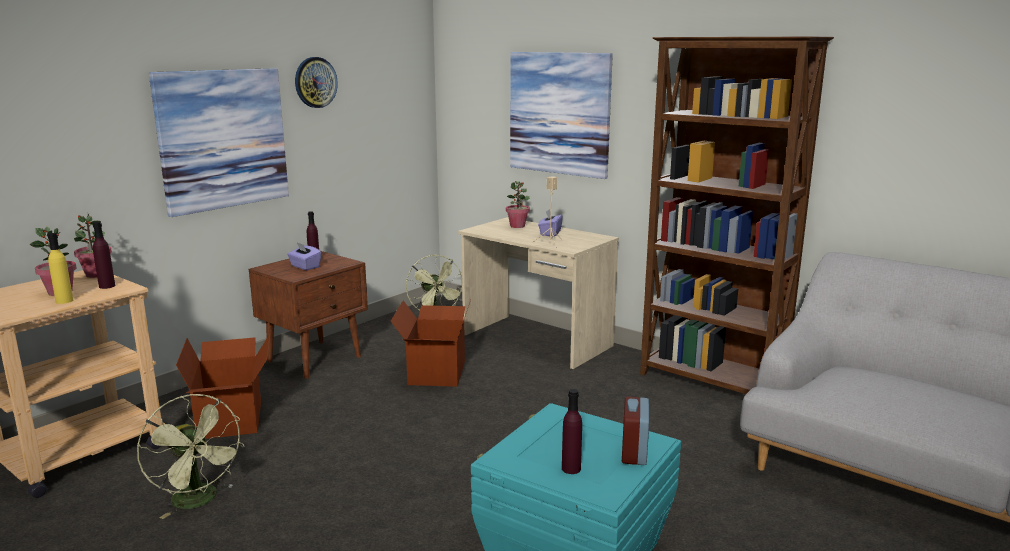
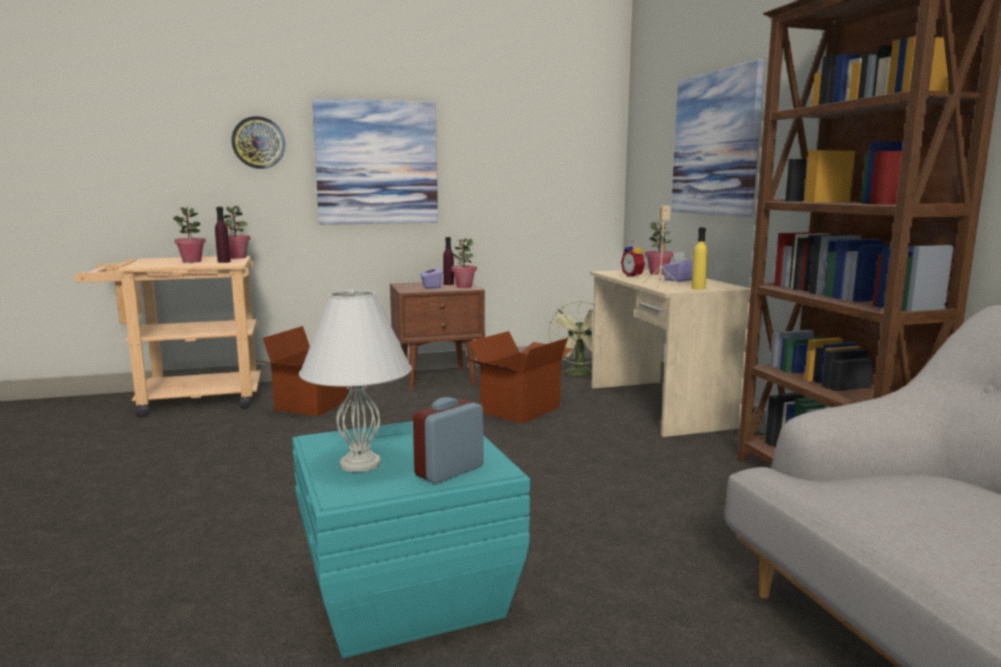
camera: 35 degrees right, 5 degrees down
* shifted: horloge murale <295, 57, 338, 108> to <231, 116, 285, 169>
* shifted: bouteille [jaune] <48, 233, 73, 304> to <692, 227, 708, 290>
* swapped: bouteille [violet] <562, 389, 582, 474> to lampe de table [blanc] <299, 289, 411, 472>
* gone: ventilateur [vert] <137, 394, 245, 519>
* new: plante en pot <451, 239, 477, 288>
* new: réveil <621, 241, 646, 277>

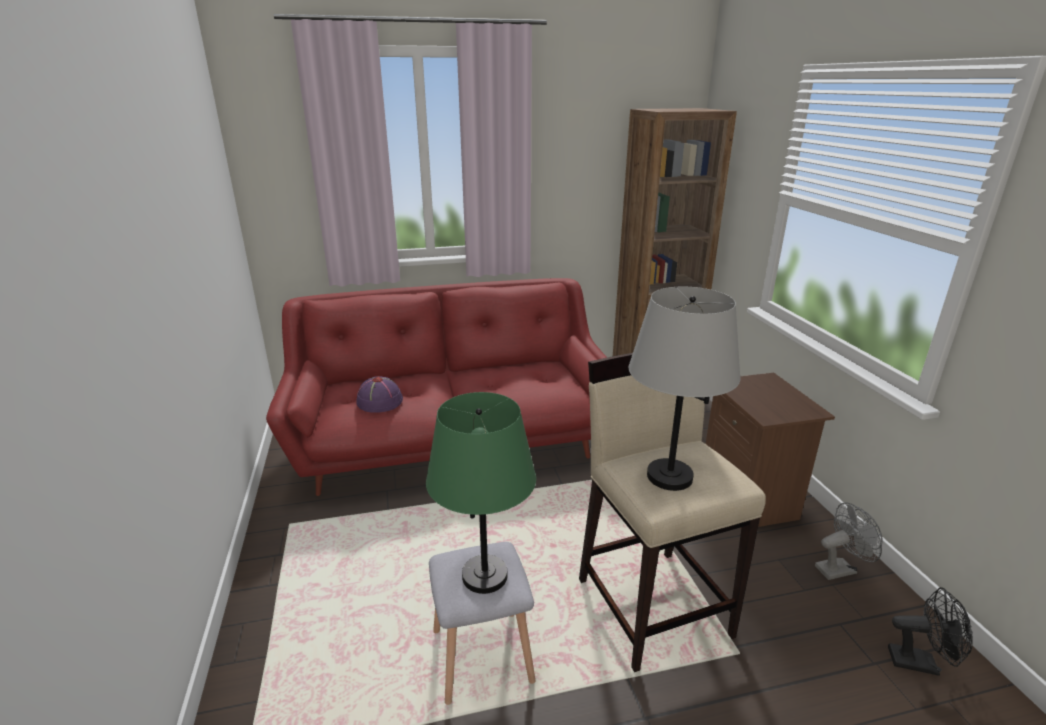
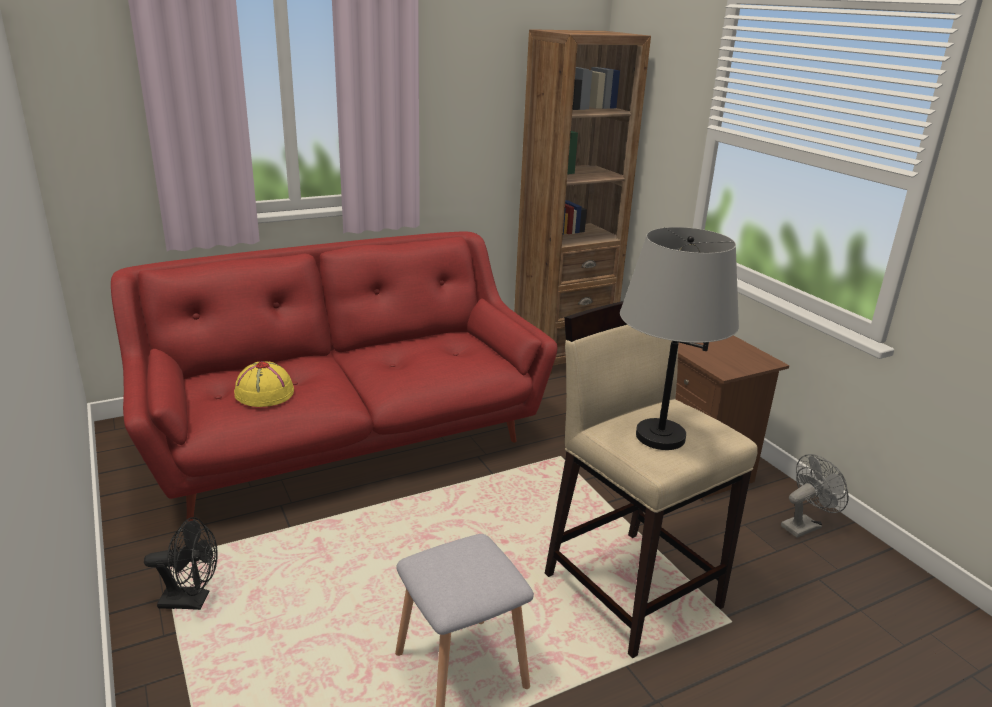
camera: 15 degrees left, 0 degrees up
* repainted: chapeau [violet] <356, 376, 403, 413> to chapeau [jaune] <234, 361, 294, 407>
* gone: lampe de table [vert] <426, 392, 536, 594>
* shifted: ventilateur [noir] <888, 587, 973, 676> to <144, 517, 218, 610>

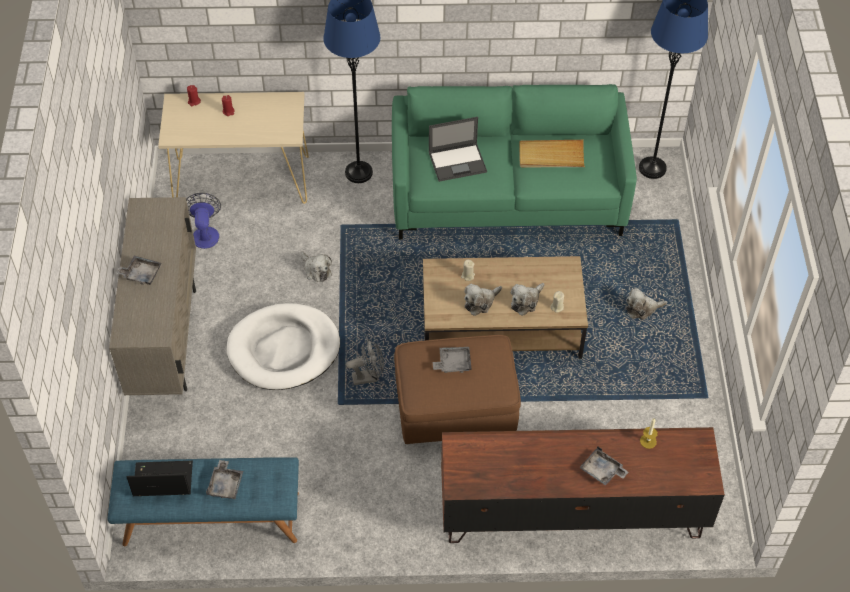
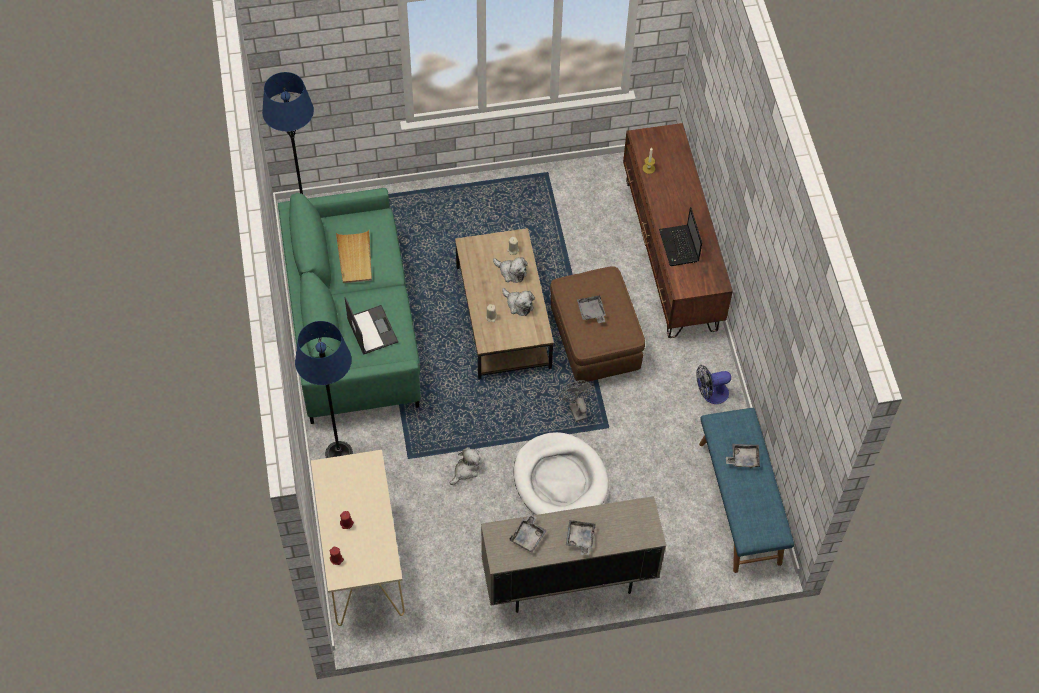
camera: 100 degrees left, 5 degrees up
* shifted: ventilateur <186, 193, 221, 249> to <696, 365, 731, 404>
* gone: peluche <626, 288, 667, 320>
* shifted: plateau [gris] <579, 447, 629, 486> to <510, 514, 547, 553>
* shifted: ordinateur portable <127, 461, 193, 496> to <659, 207, 702, 266>

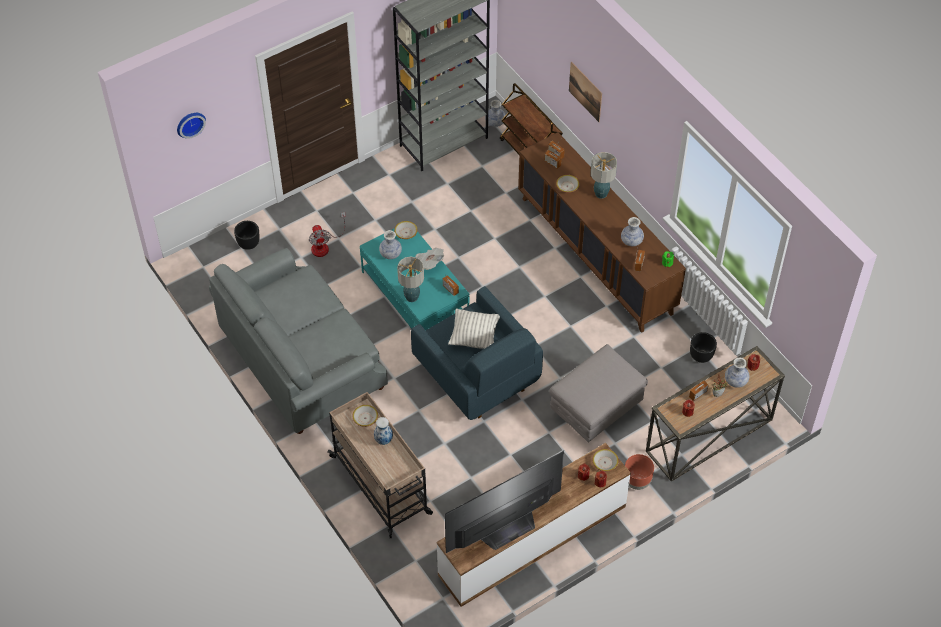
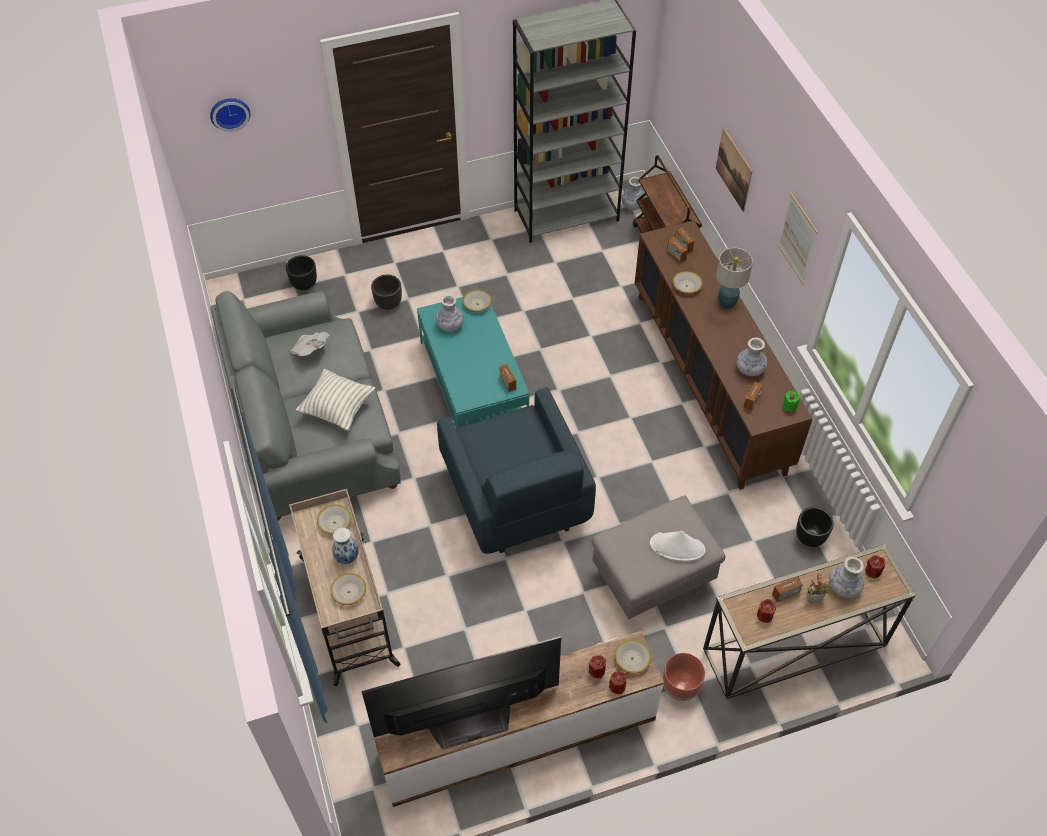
camera: 15 degrees right, 0 degrees up
* swapped: ventilateur <309, 212, 345, 257> to cache-pot [noir] <371, 275, 402, 310>
* shifted: journal <416, 248, 444, 270> to <290, 331, 329, 356>
* gone: lampe de table <397, 257, 424, 302>
* shifted: coussin <448, 309, 500, 349> to <296, 369, 375, 431>
* new: tableau <777, 193, 818, 284>
* new: chapeau [blanc] <650, 531, 706, 562>
* new: bol <330, 573, 366, 605>

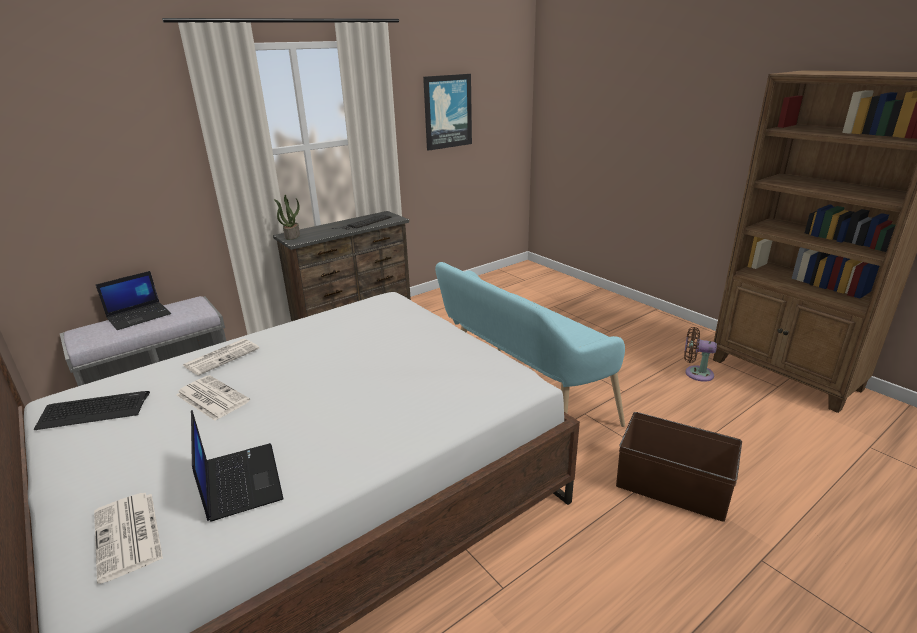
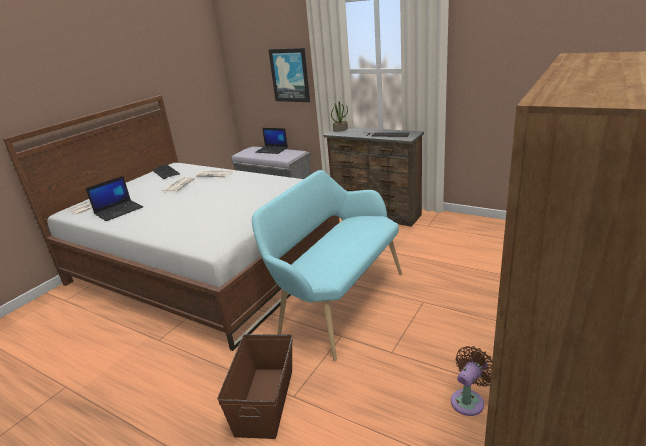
camera: 70 degrees right, 0 degrees up
* shifted: tableau <423, 74, 472, 151> to <269, 48, 310, 102>
* rotated: ventilateur [marron] <684, 327, 717, 382> = <451, 346, 492, 416> 45 degrees clockwise

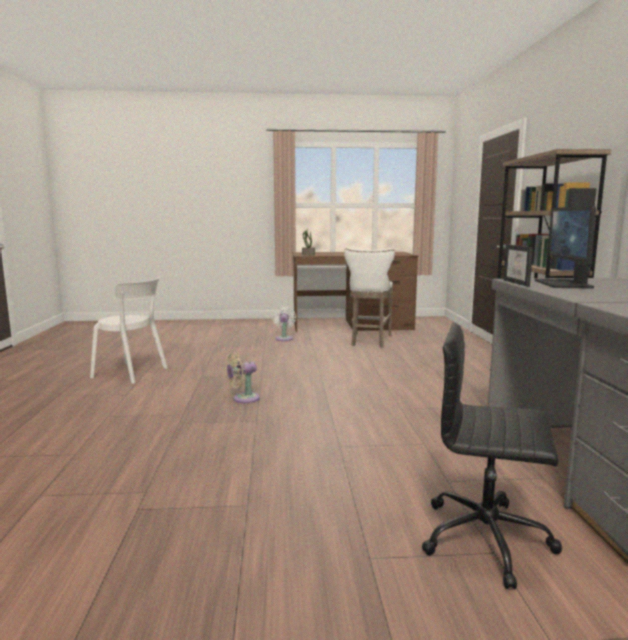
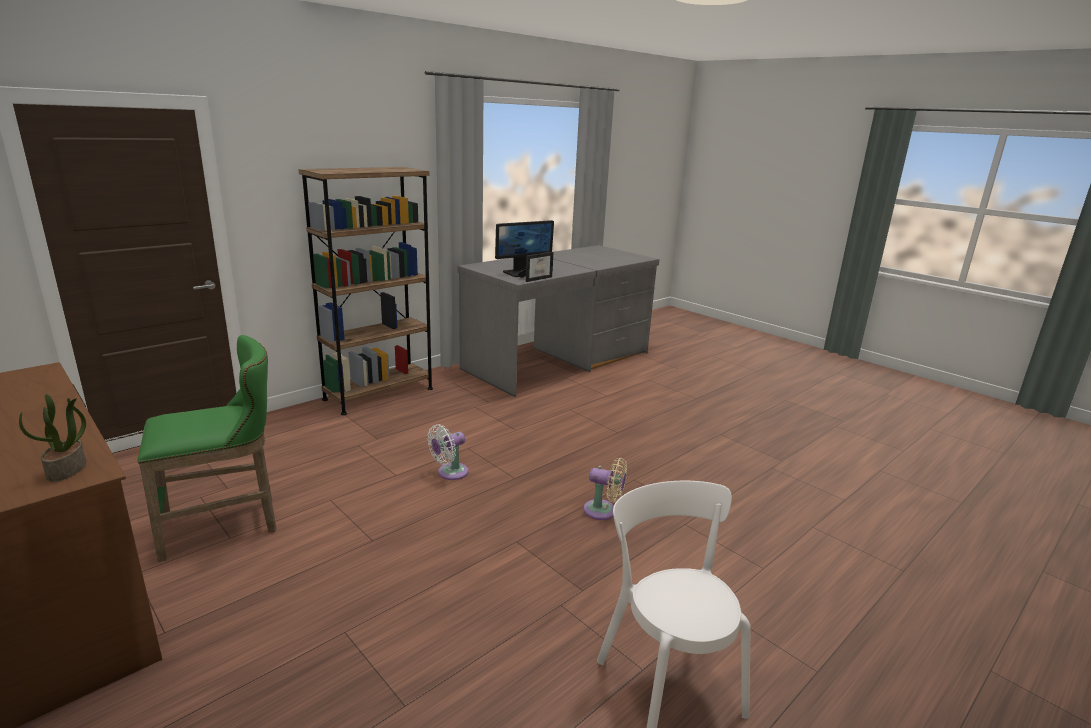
camera: 130 degrees left, 10 degrees up
* repainted: tabouret [blanc] <344, 248, 395, 347> to tabouret [vert] <137, 335, 277, 562>
* shifted: ventilateur [blanc] <272, 305, 296, 341> to <427, 424, 469, 480>
* gone: chaise de bureau [noir] <422, 322, 562, 589>

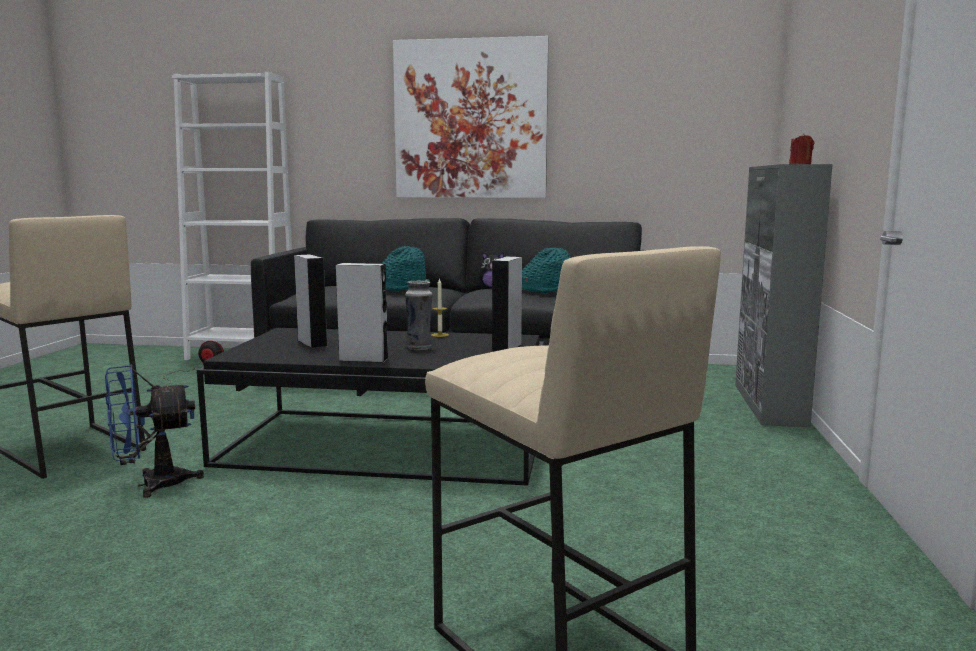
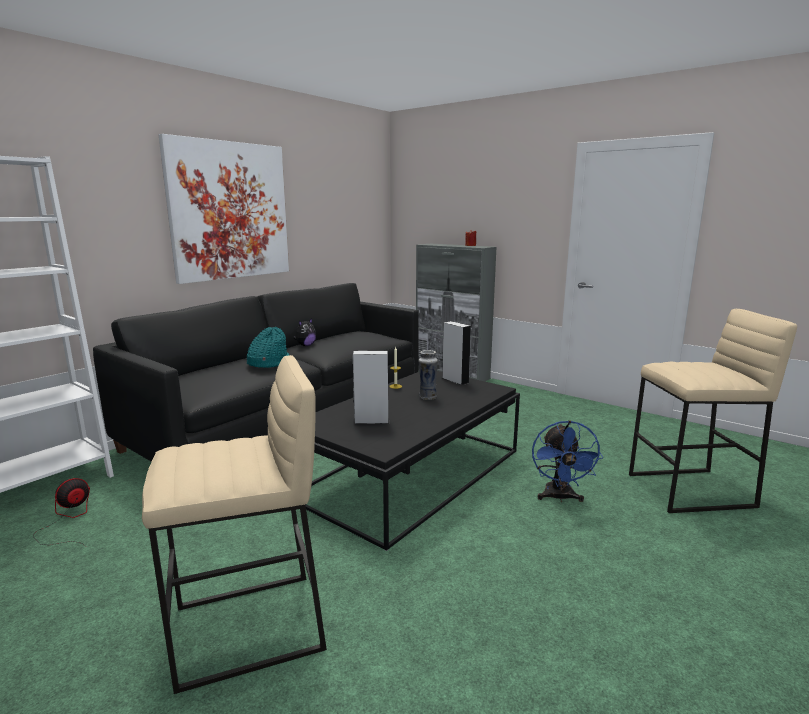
camera: 60 degrees left, 5 degrees up
* gone: chapeau [turquoise] <522, 248, 571, 293>
* gone: enceinte [gris] <336, 263, 389, 363>
* shifted: ventilateur [bleu] <105, 364, 204, 498> to <532, 420, 603, 502>

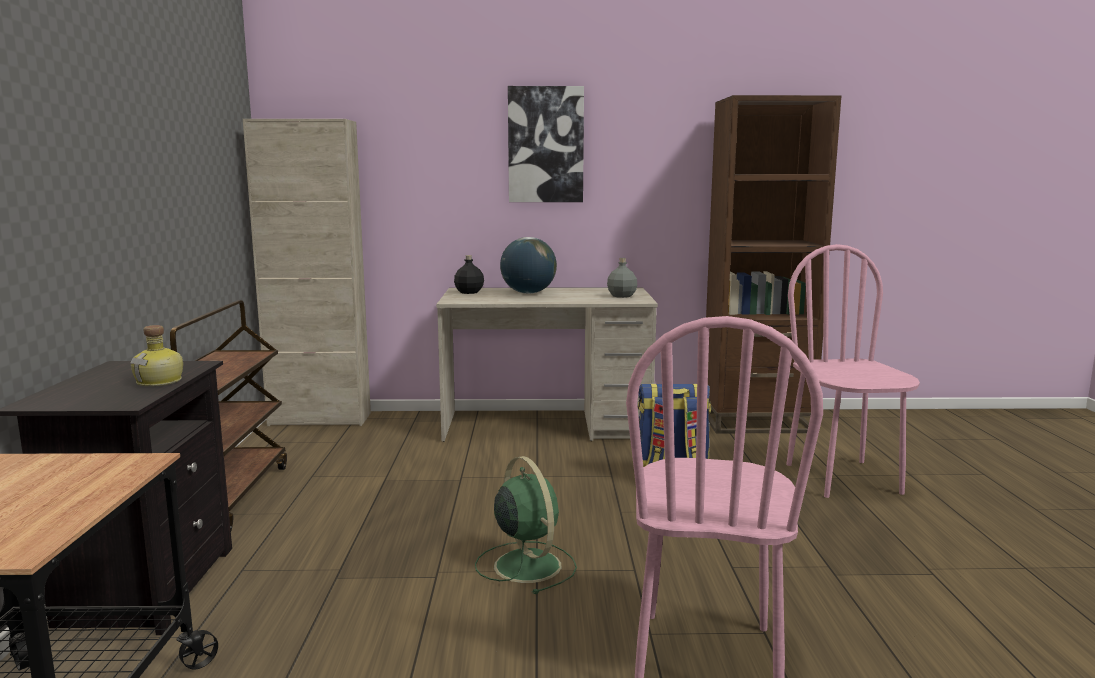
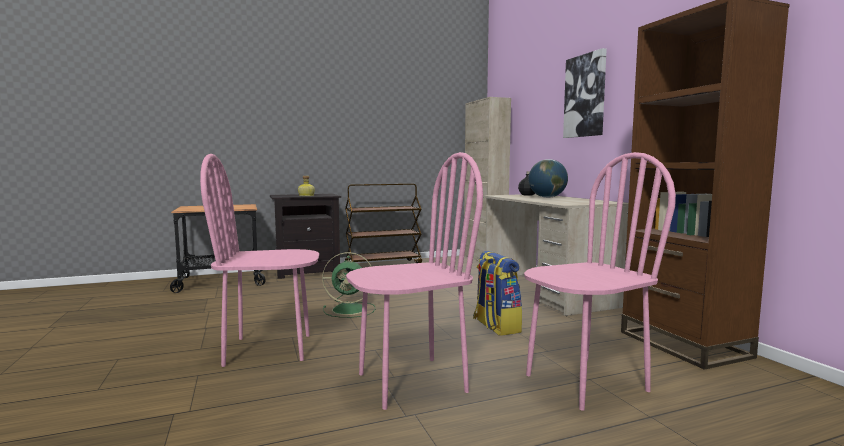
camera: 70 degrees right, 5 degrees down
* gone: bouteille [gris] <607, 258, 637, 298>
* rotated: ventilateur [vert] <475, 456, 577, 594> = <322, 252, 375, 318> 45 degrees clockwise
* new: chaise [rose] <346, 152, 483, 410>

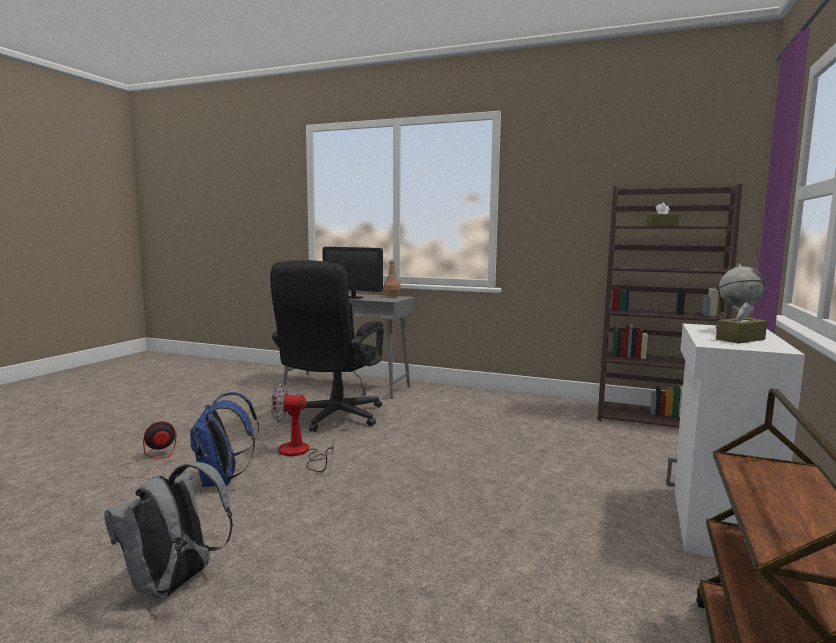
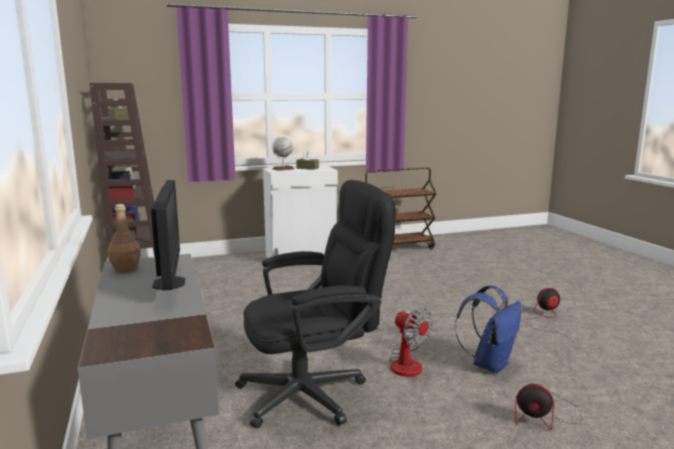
camera: 130 degrees left, 5 degrees up
* swapped: sac à dos [gris] <104, 462, 233, 599> to ventilateur <524, 288, 569, 338>

